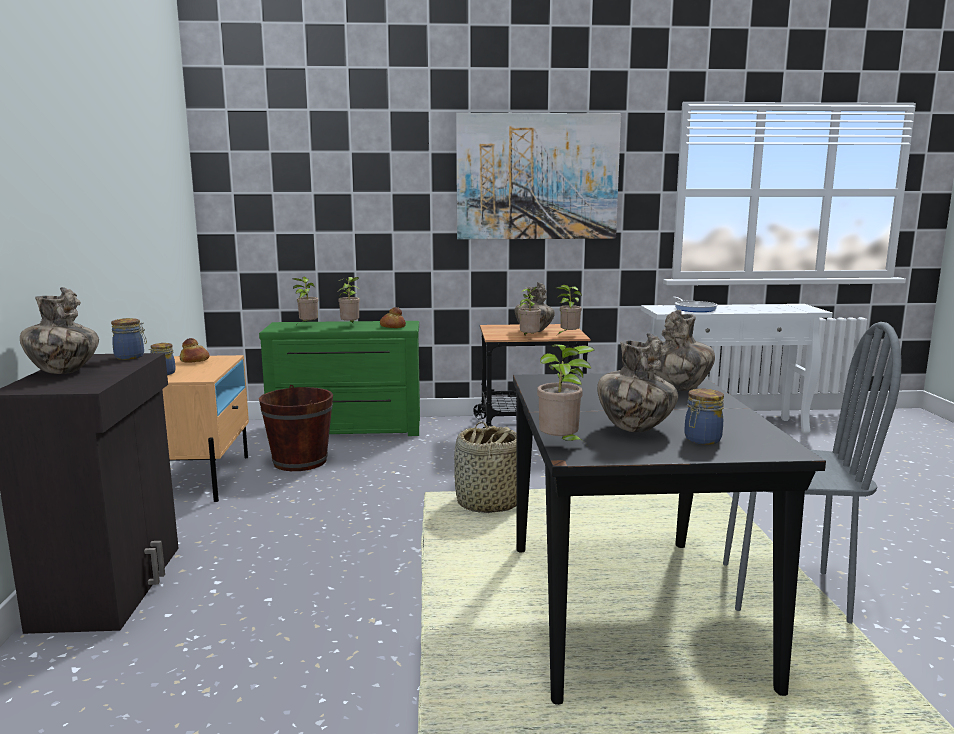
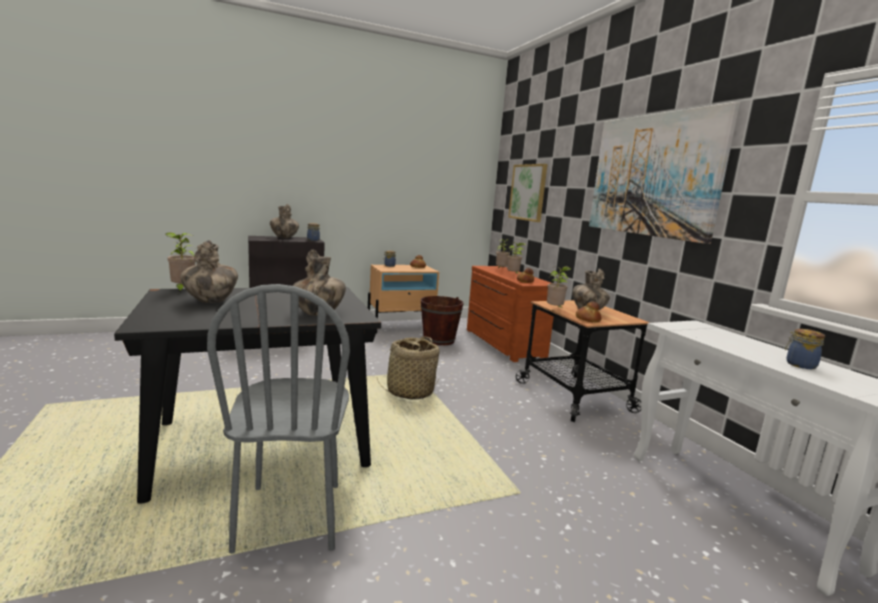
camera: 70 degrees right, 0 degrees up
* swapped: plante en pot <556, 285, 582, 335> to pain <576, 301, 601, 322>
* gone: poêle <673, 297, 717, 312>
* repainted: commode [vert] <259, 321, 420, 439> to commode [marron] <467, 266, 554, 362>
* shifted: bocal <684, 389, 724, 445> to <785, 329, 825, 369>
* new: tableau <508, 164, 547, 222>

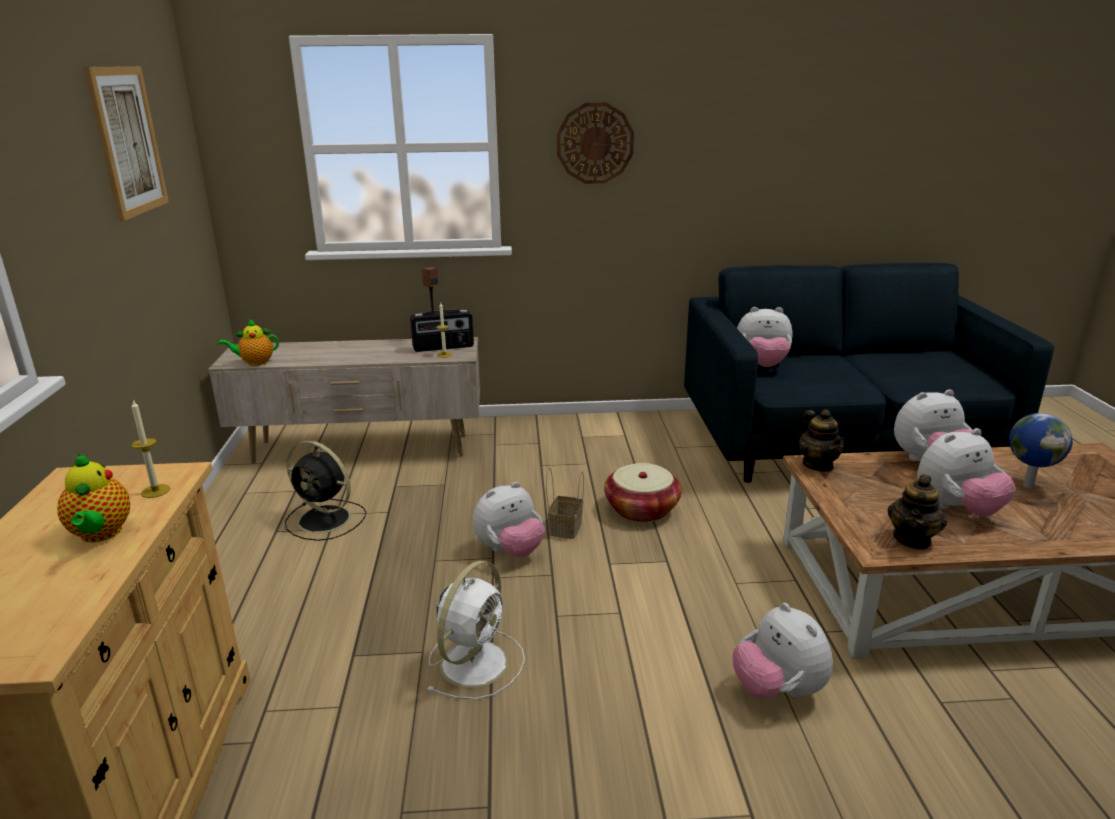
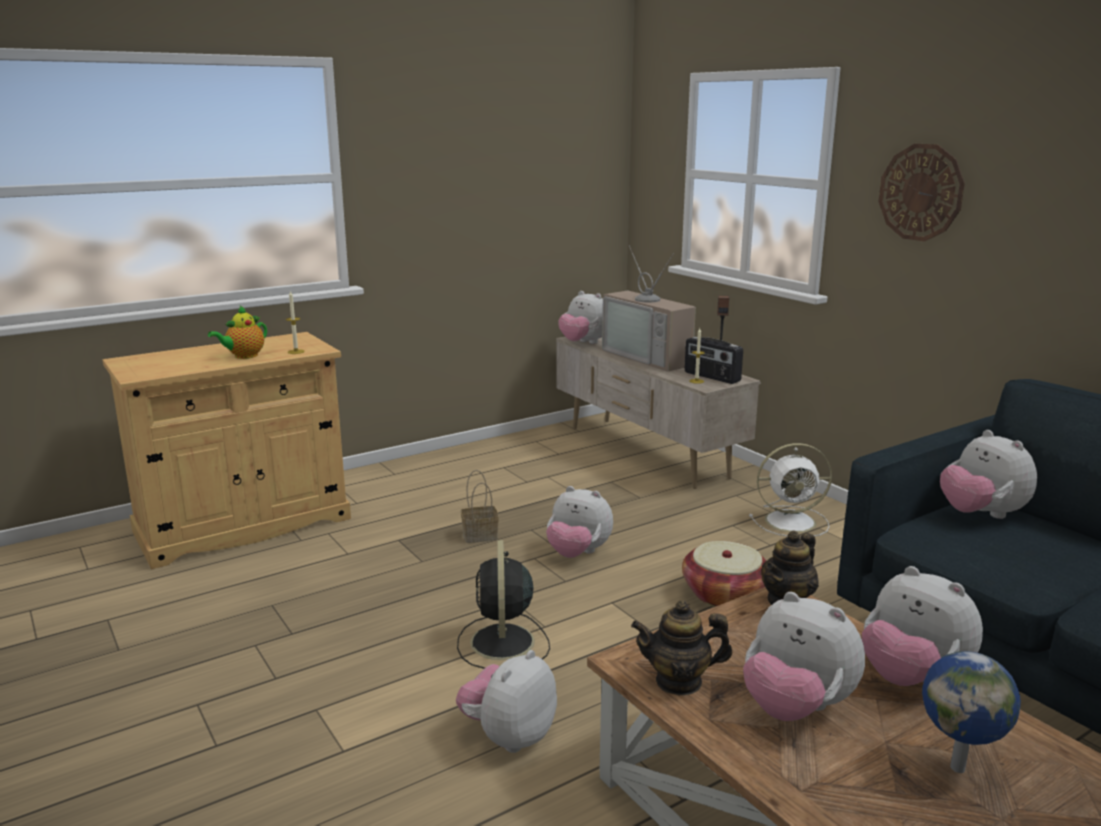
camera: 60 degrees right, 5 degrees down
* gone: tableau <84, 66, 169, 221>
* swapped: théière <218, 319, 279, 366> to peluche <558, 291, 603, 344>
* shifted: ventilateur [noir] <285, 441, 366, 541> to <457, 540, 550, 669>
* shifted: panier <546, 467, 584, 539> to <461, 470, 499, 543>
* shifted: ventilateur [blanc] <426, 561, 525, 700> to <749, 443, 832, 537>
* new: téléviseur <602, 246, 696, 372>

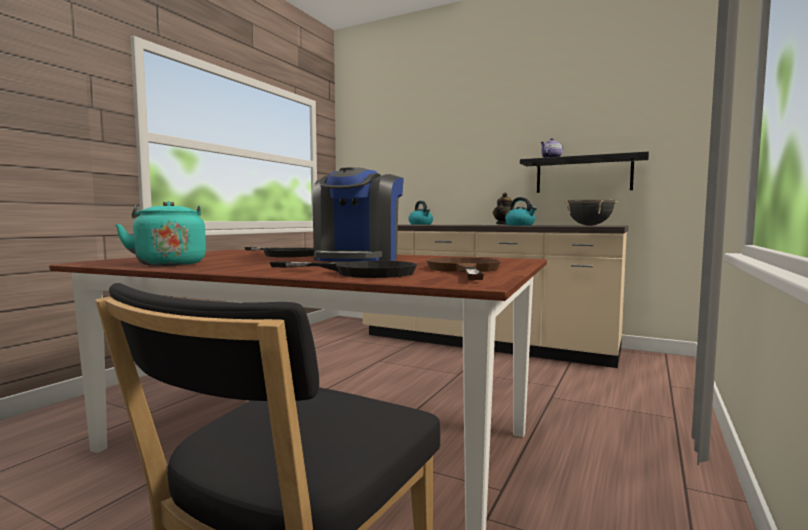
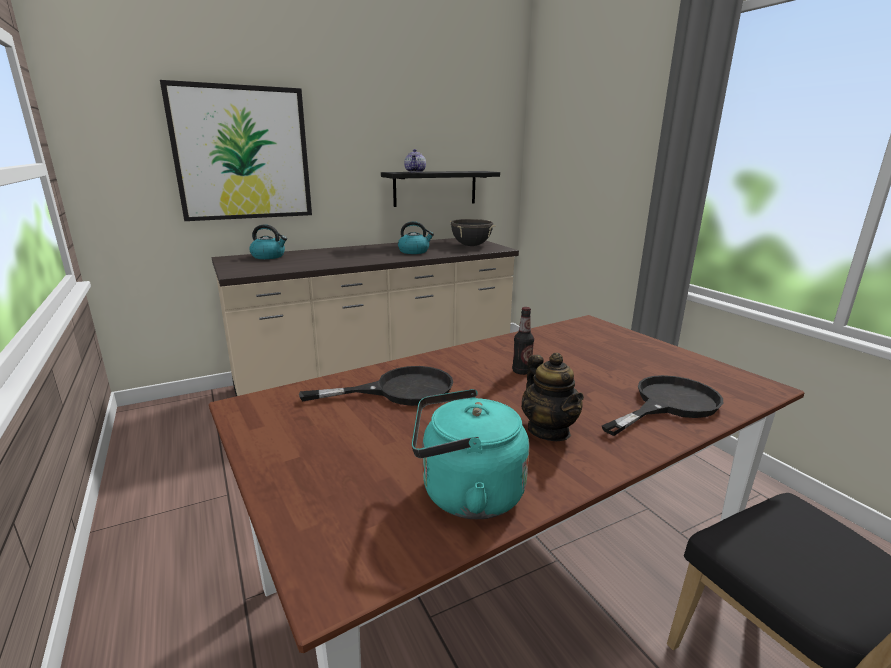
camera: 55 degrees left, 15 degrees up
* swapped: machine à café <312, 167, 404, 262> to bouteille <512, 307, 534, 375>
* shifted: théière <493, 193, 512, 225> to <521, 353, 584, 441>
* gone: poêle [marron] <426, 257, 501, 280>
* new: tableau <160, 80, 312, 221>

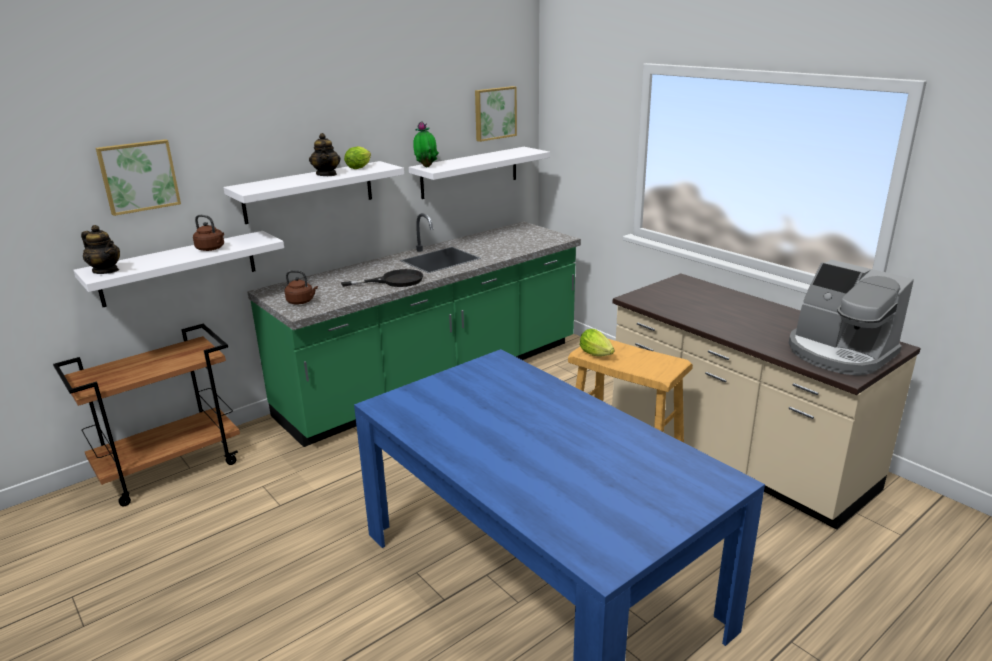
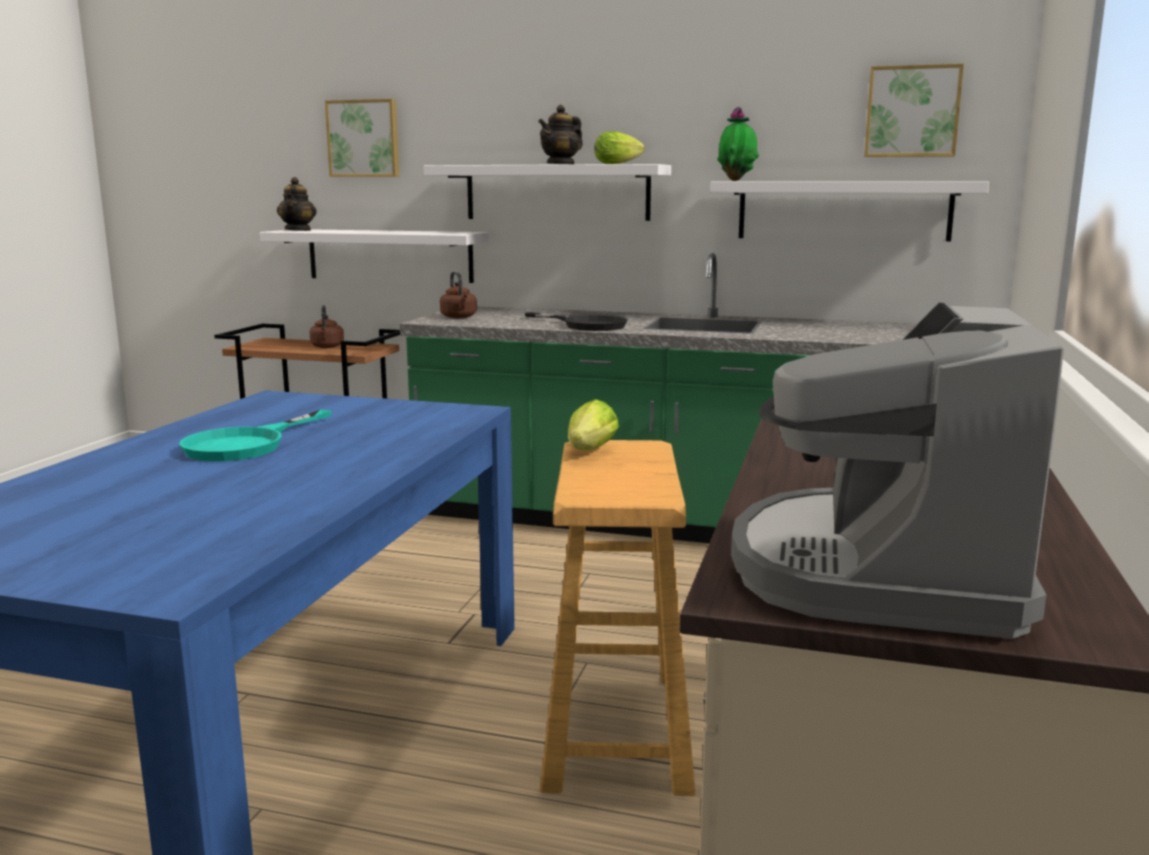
camera: 55 degrees right, 10 degrees down
* shifted: bouilloire [marron] <193, 215, 224, 251> to <310, 305, 344, 348>
* new: poêle [turquoise] <179, 410, 332, 461>

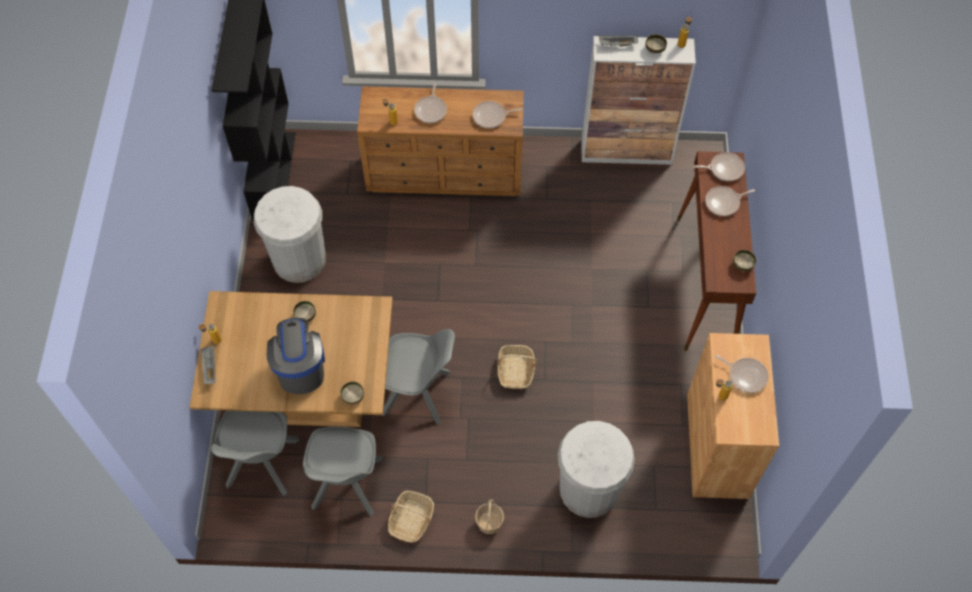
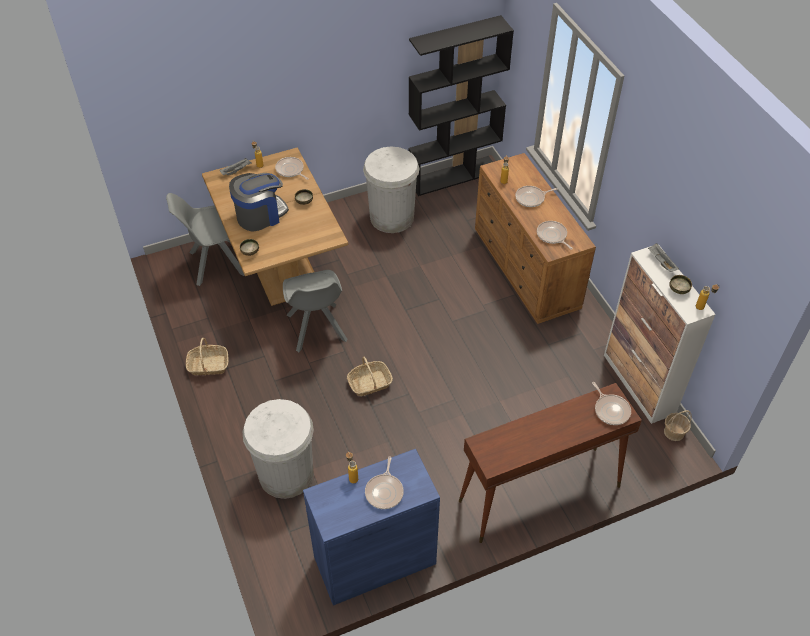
camera: 65 degrees right, 10 degrees down
* shifted: poêle <705, 186, 755, 216> to <275, 157, 309, 180>
* gone: bol <733, 250, 756, 271>
* repainted: meuble de rangement [marron] <687, 333, 779, 499> to meuble de rangement [bleu] <303, 449, 440, 606>
* gone: chaise [gris] <303, 427, 383, 516>
* shifted: panier <475, 499, 504, 534> to <664, 410, 692, 441>

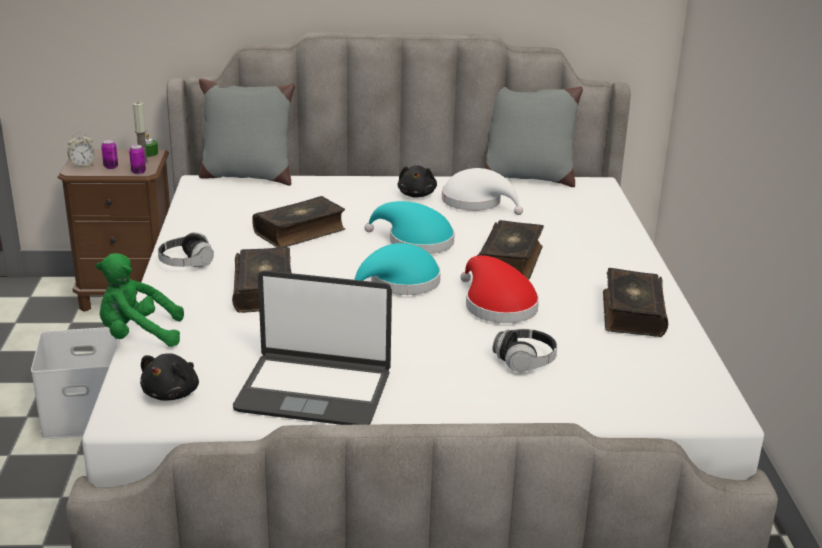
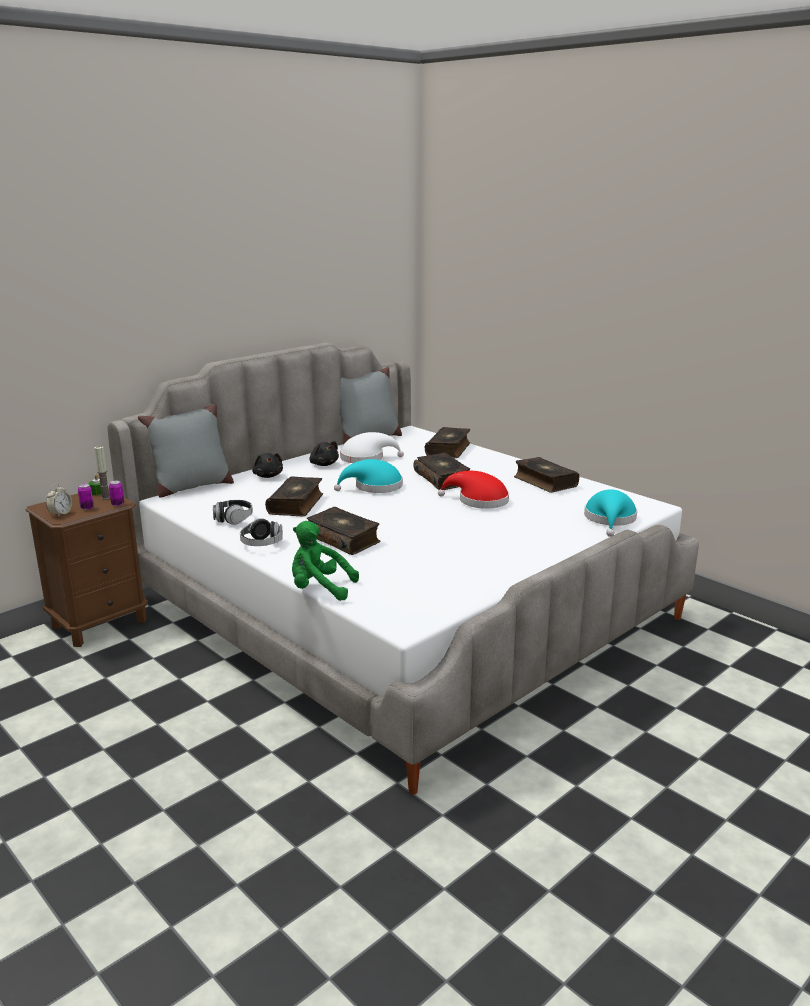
camera: 40 degrees left, 5 degrees down
* shifted: chapeau [turquoise] <354, 243, 441, 295> to <584, 489, 637, 537>
* rotated: peluche [vert] <96, 253, 184, 347> = <292, 521, 359, 601> 60 degrees clockwise
* gone: ordinateur portable <233, 271, 392, 425>
* gone: boîte de rangement [blanc] <31, 327, 120, 439>
* shifted: casque audio <492, 329, 557, 373> to <213, 500, 253, 525>
* shifted: peluche [noir] <140, 353, 199, 401> to <252, 453, 283, 478>
* new: livre <425, 427, 470, 458>

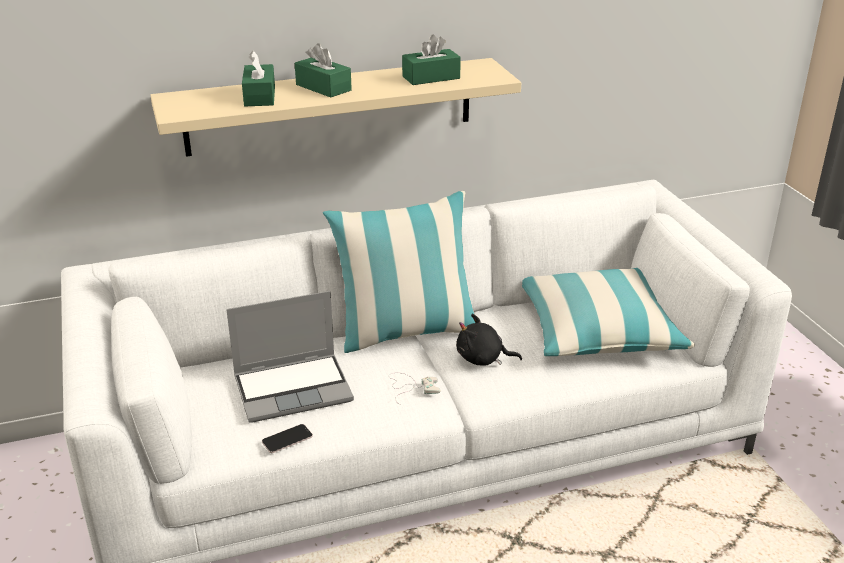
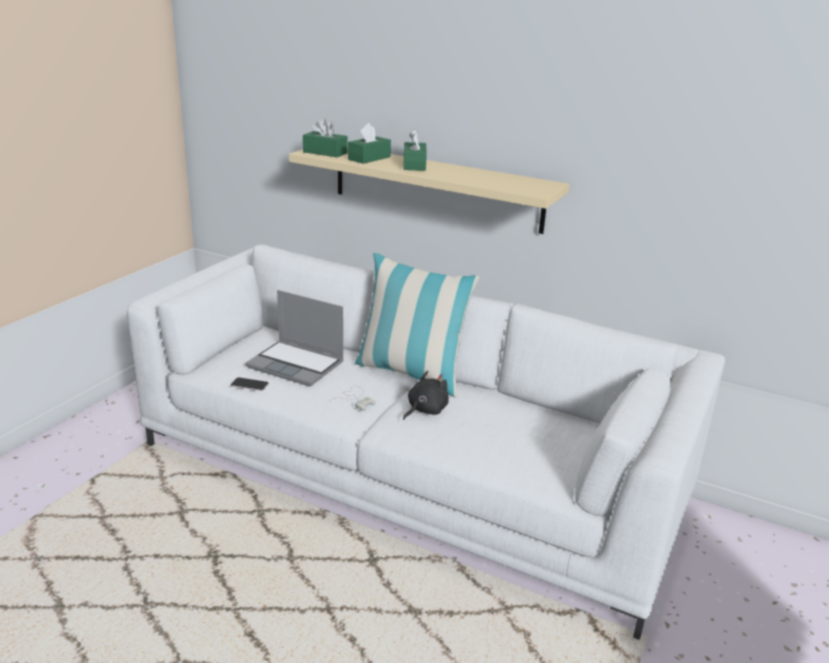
camera: 45 degrees right, 5 degrees down
* shifted: boîte à mouchoirs [vert] <402, 34, 461, 85> to <303, 118, 348, 157>
* gone: coussin <522, 268, 695, 356>
* rotated: peluche [noir] <456, 314, 522, 366> = <403, 371, 449, 420> 75 degrees clockwise

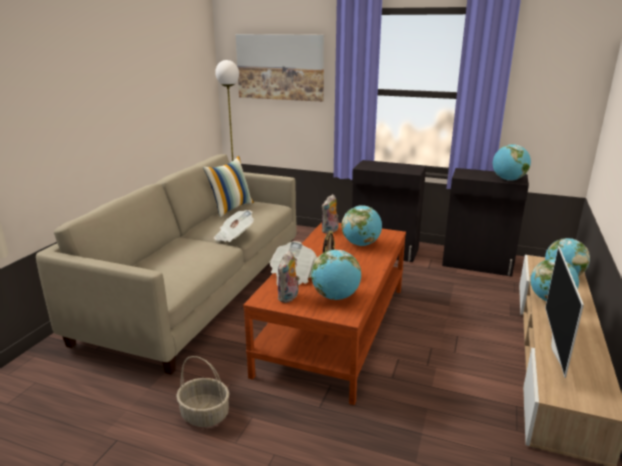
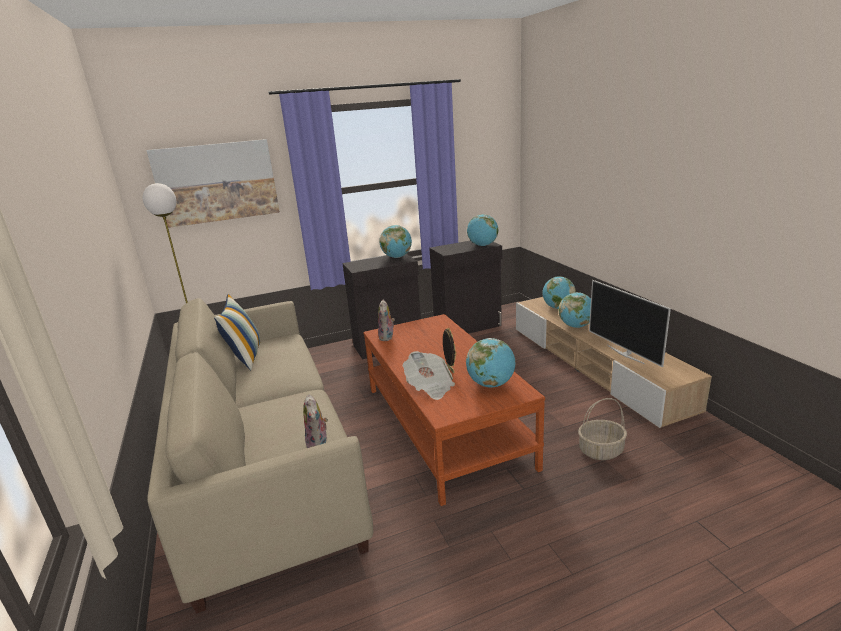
camera: 40 degrees left, 0 degrees up
* shifted: globe <342, 205, 382, 246> to <379, 225, 412, 258>
* gone: journal <213, 210, 254, 242>
* shifted: peluche <278, 251, 300, 303> to <303, 394, 328, 448>
* shifted: panier <176, 356, 229, 427> to <578, 398, 627, 460>

